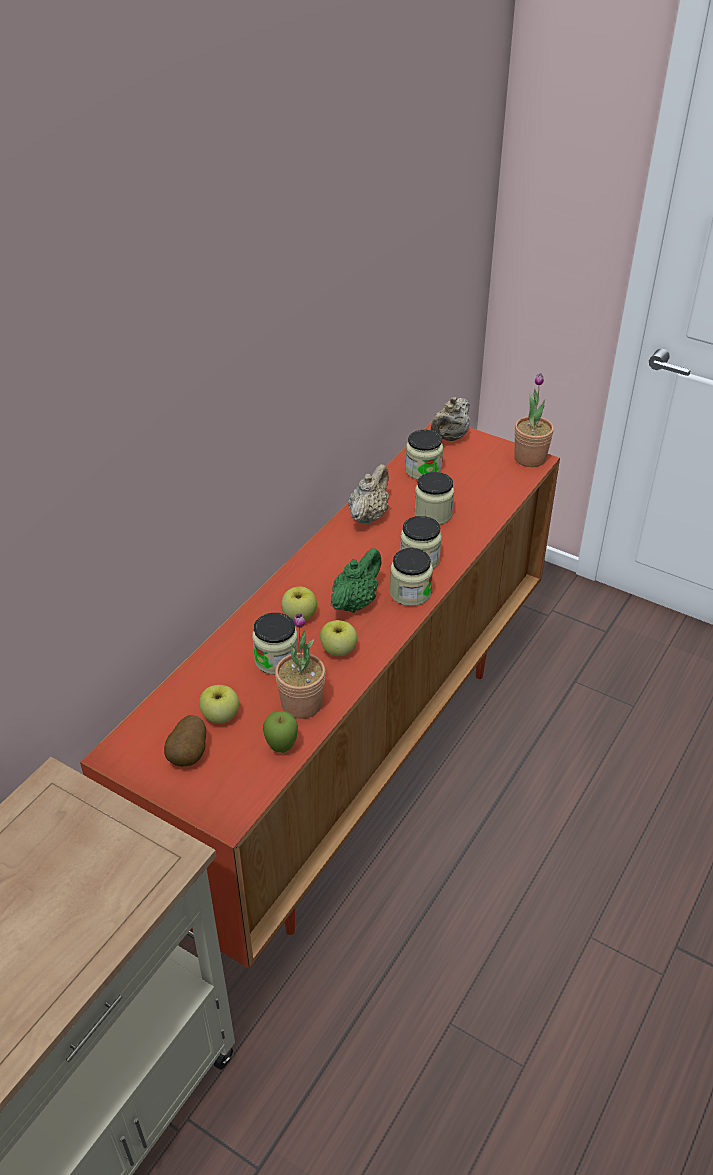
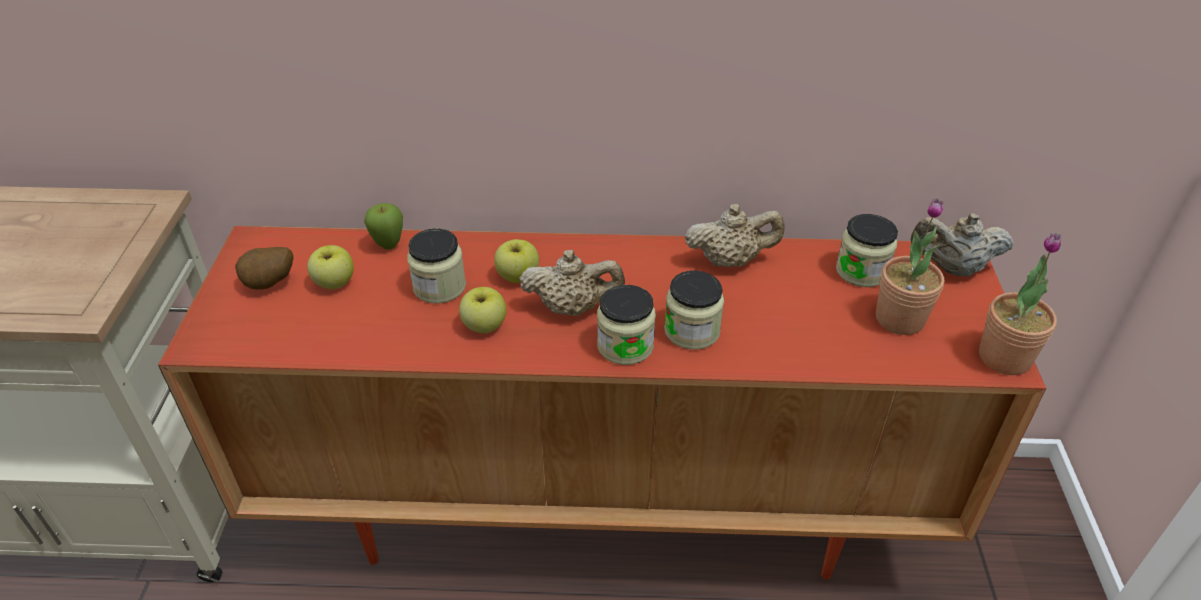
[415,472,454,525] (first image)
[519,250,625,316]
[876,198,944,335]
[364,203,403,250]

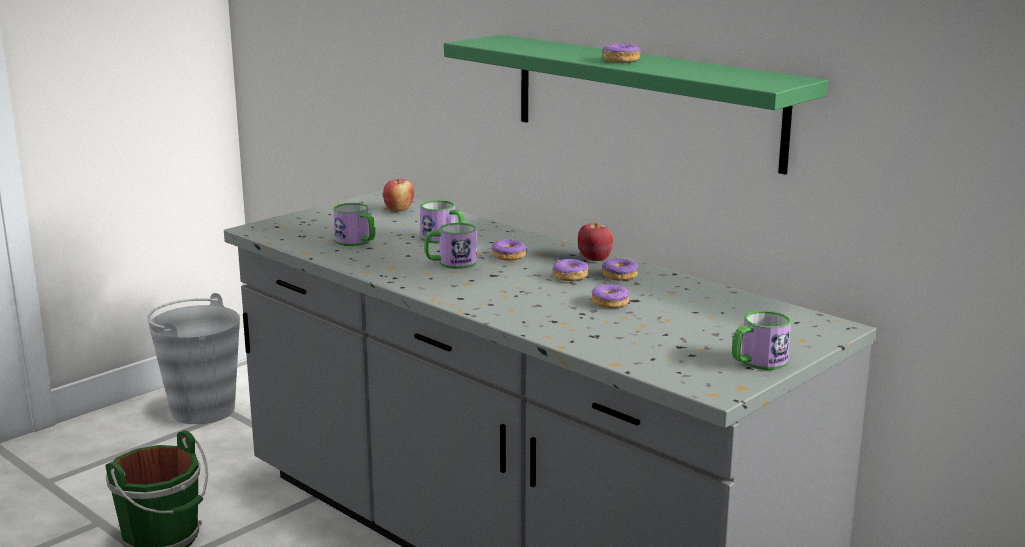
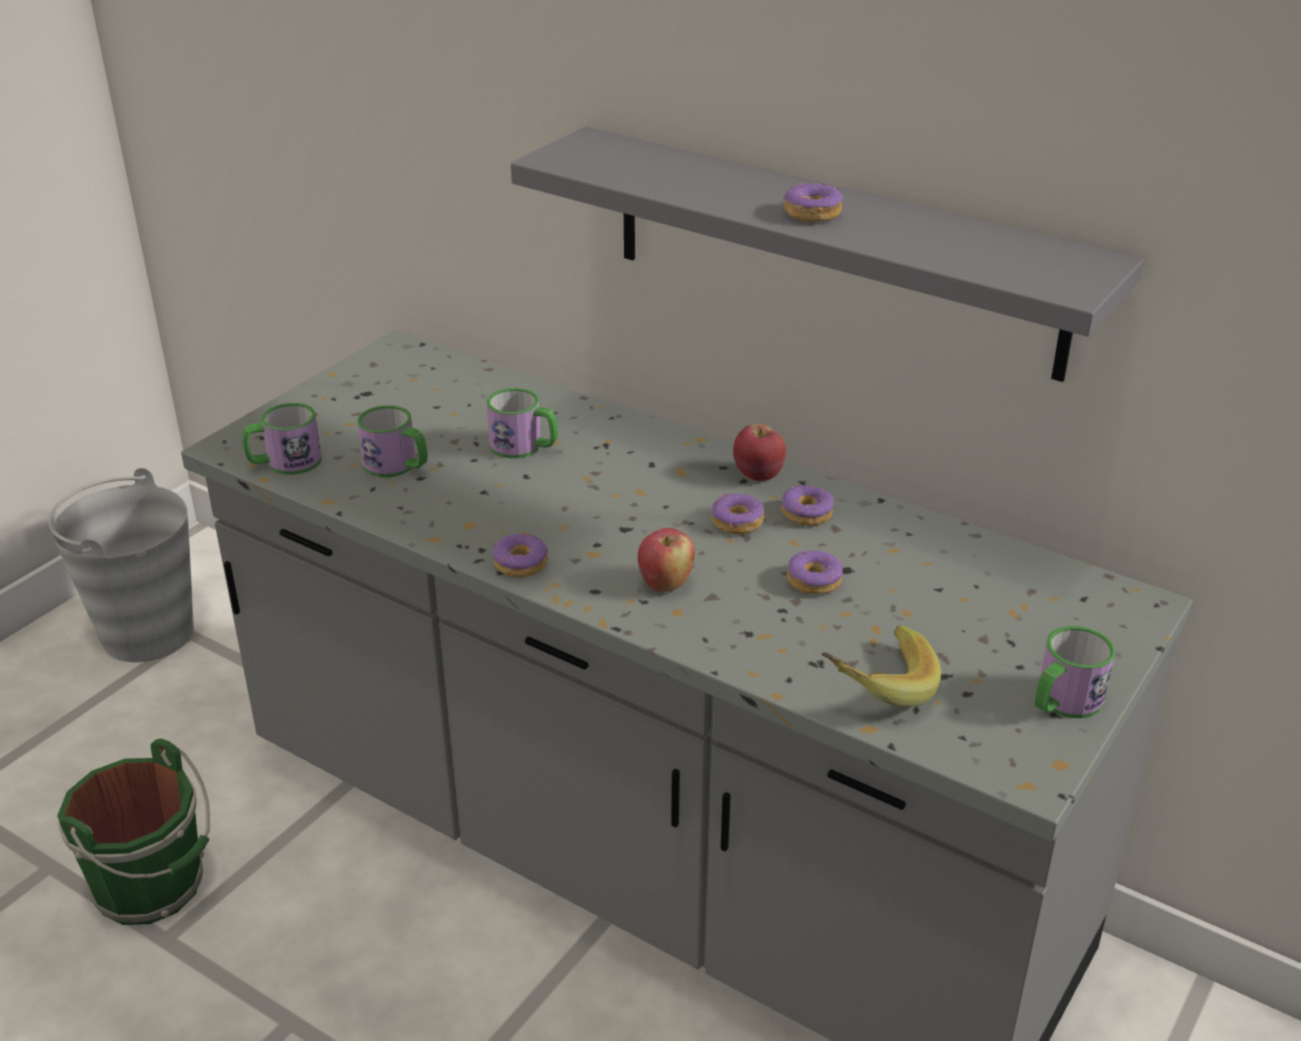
[511,127,1144,382]
[638,528,694,592]
[242,403,322,475]
[492,534,549,577]
[822,625,941,707]

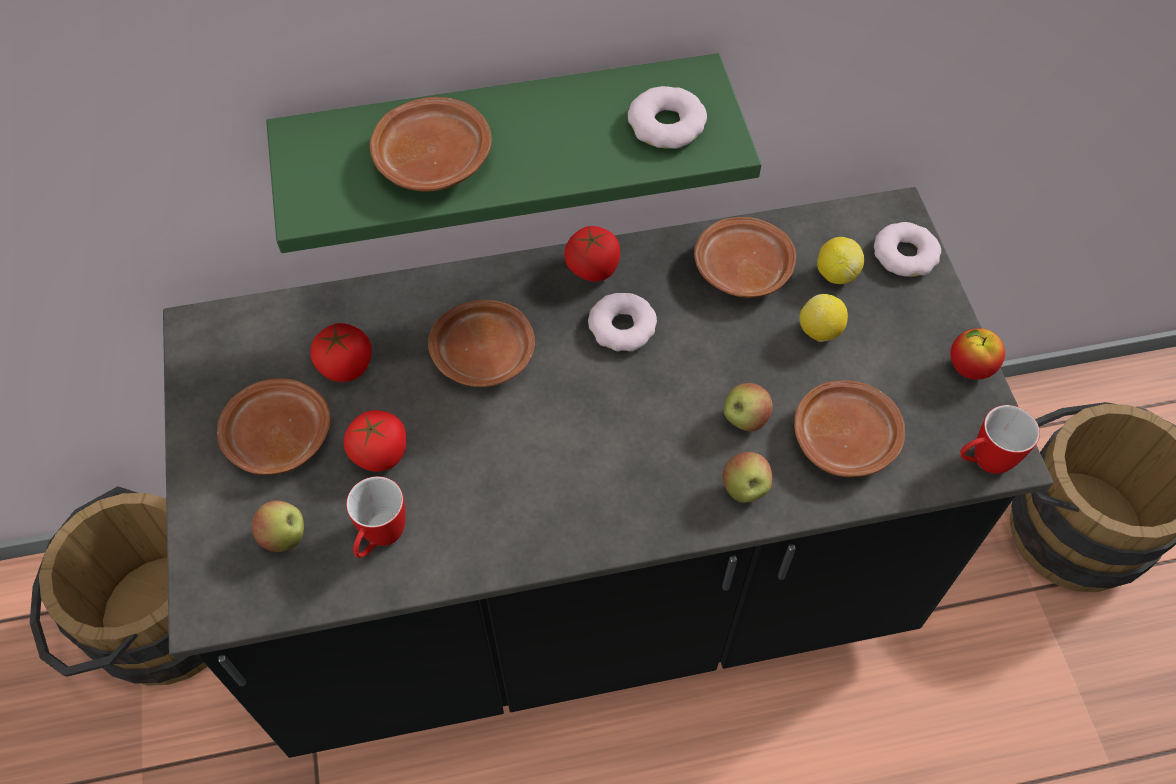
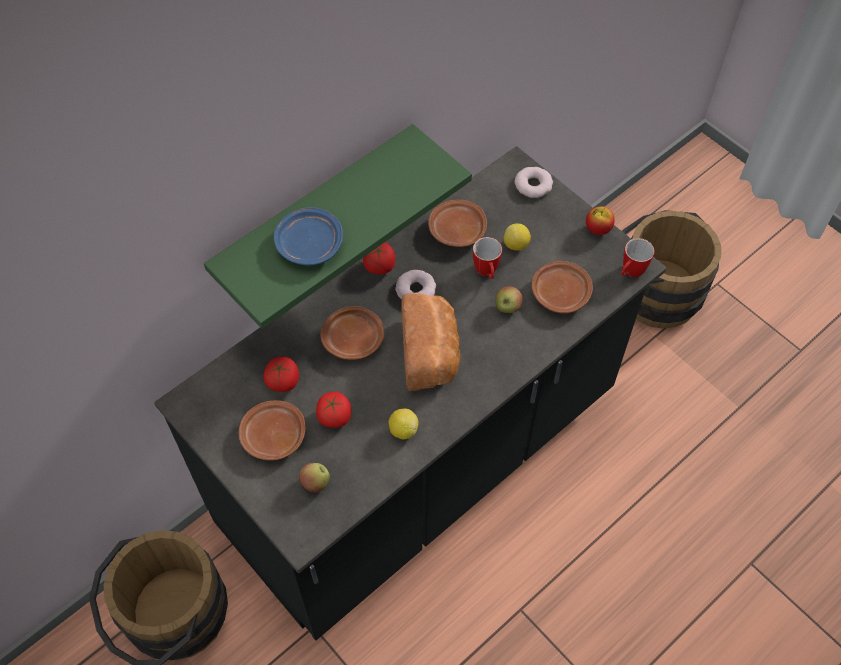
[628,86,707,149] (first image)
[274,207,343,266]
[388,408,418,440]
[722,452,772,503] (first image)
[473,237,502,279]
[401,293,460,391]

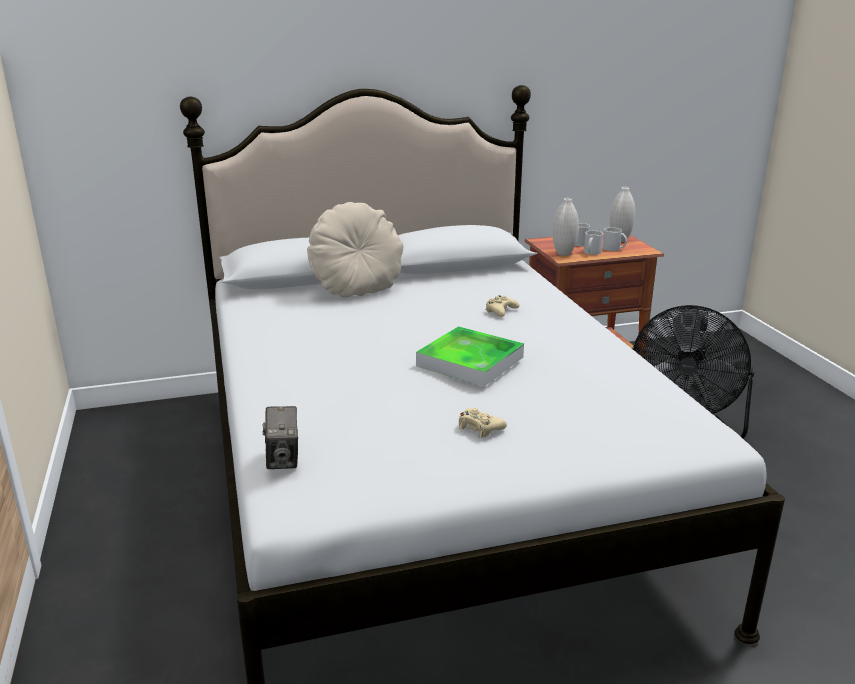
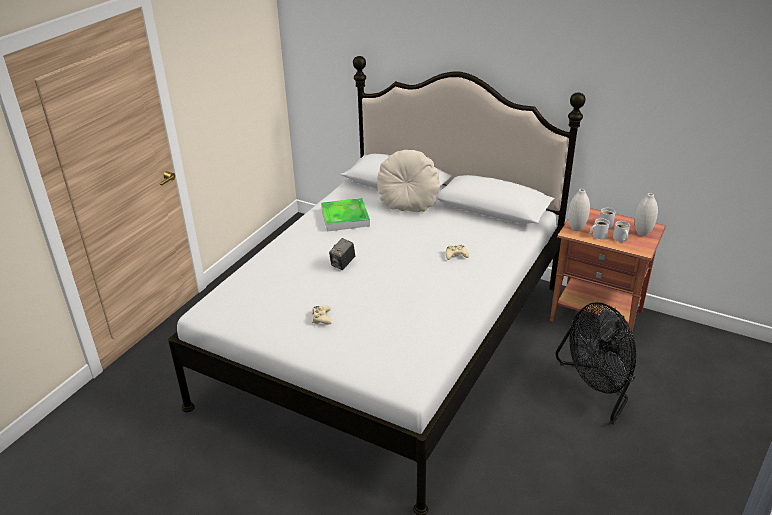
[321,198,370,232]
[329,238,355,270]

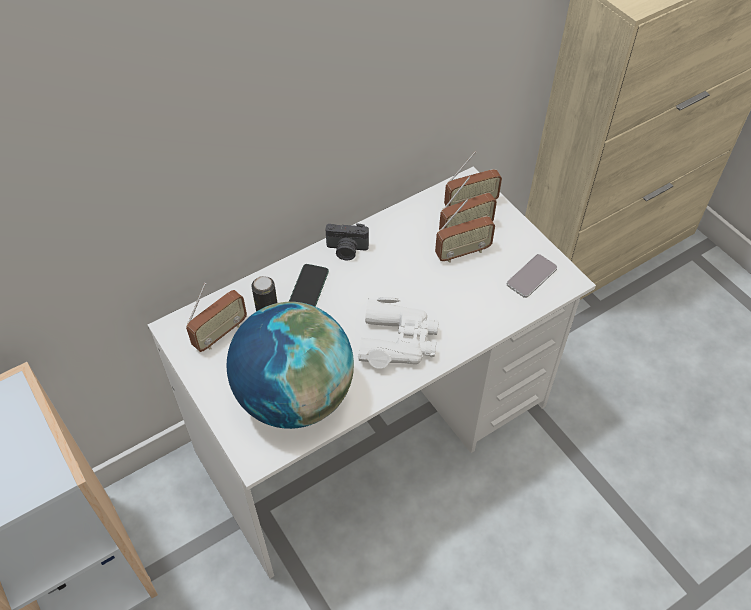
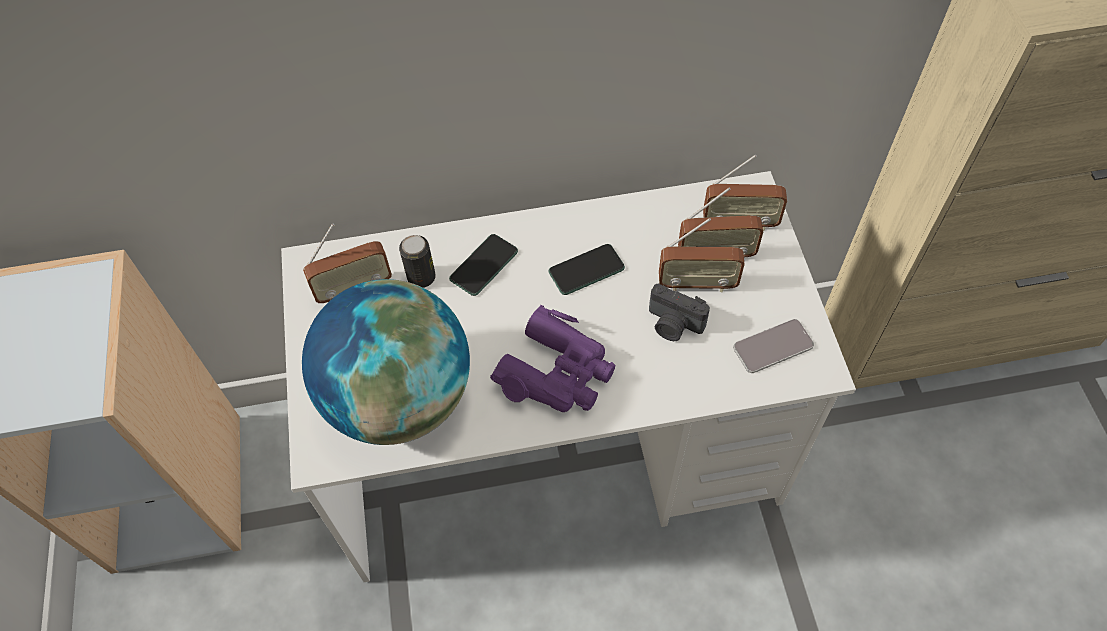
[649,284,710,341]
[490,305,615,412]
[548,244,625,295]

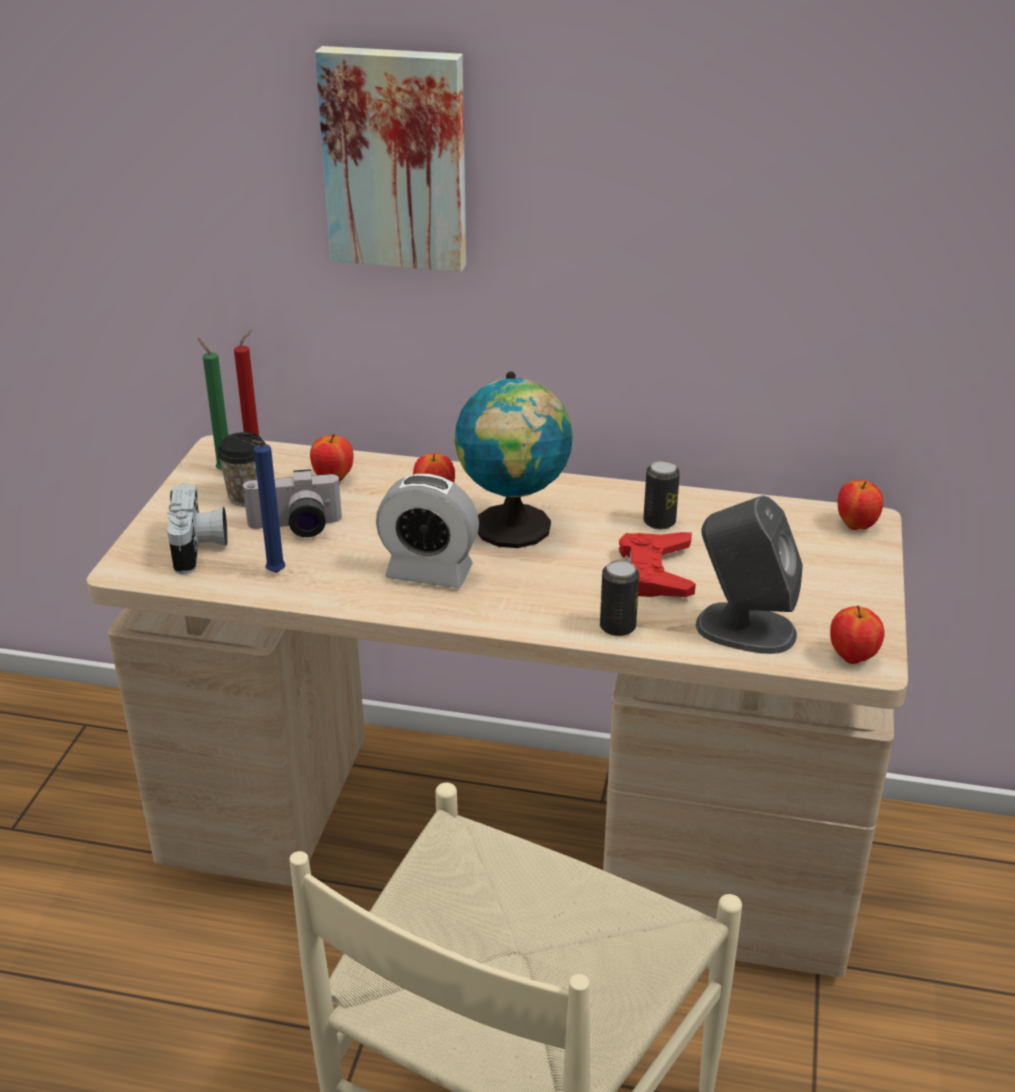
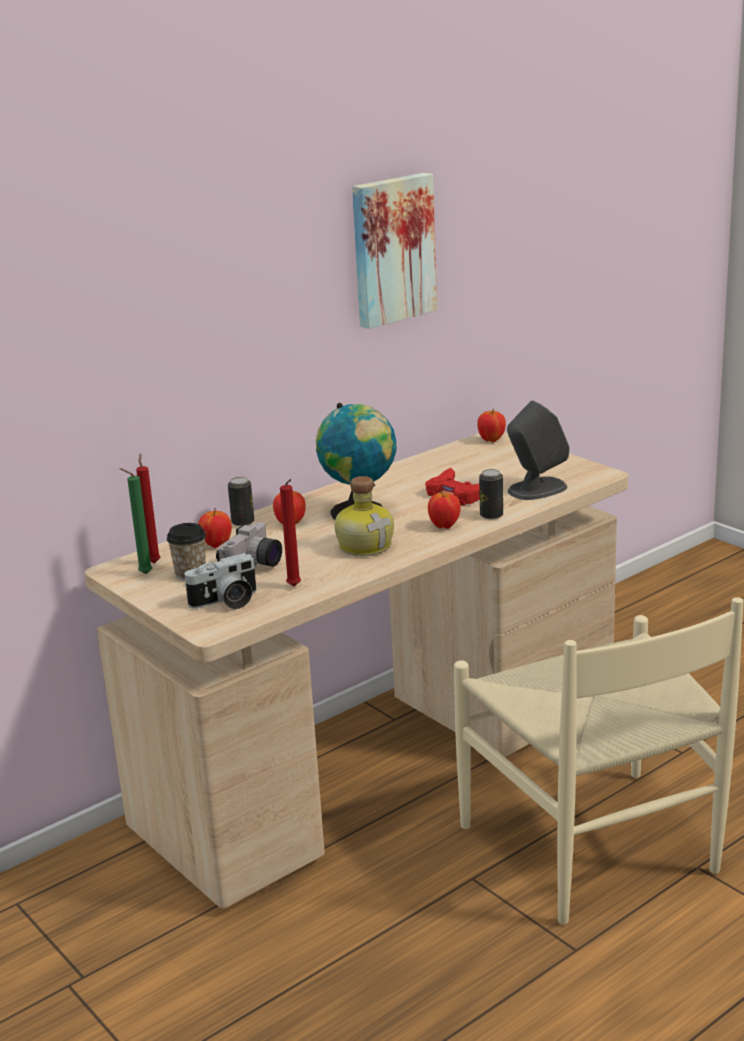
[352,173,437,329]
[280,479,301,586]
[228,477,254,526]
[334,476,394,556]
[184,553,257,609]
[428,491,460,529]

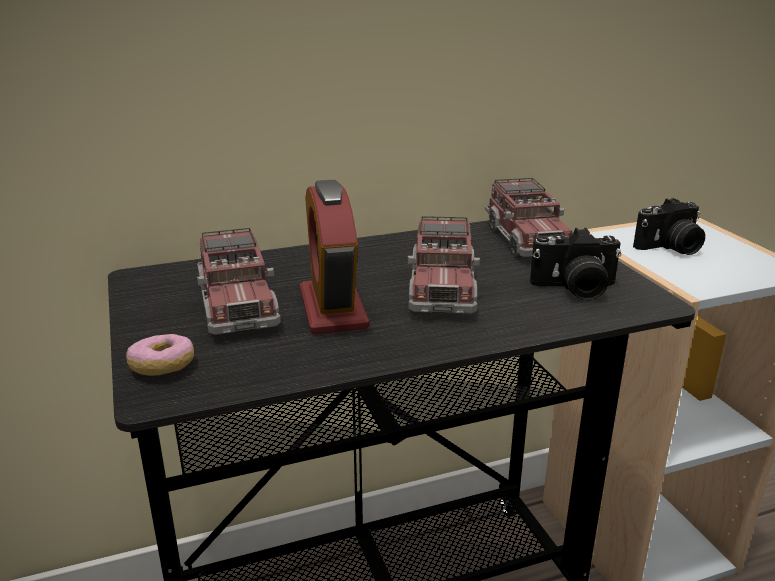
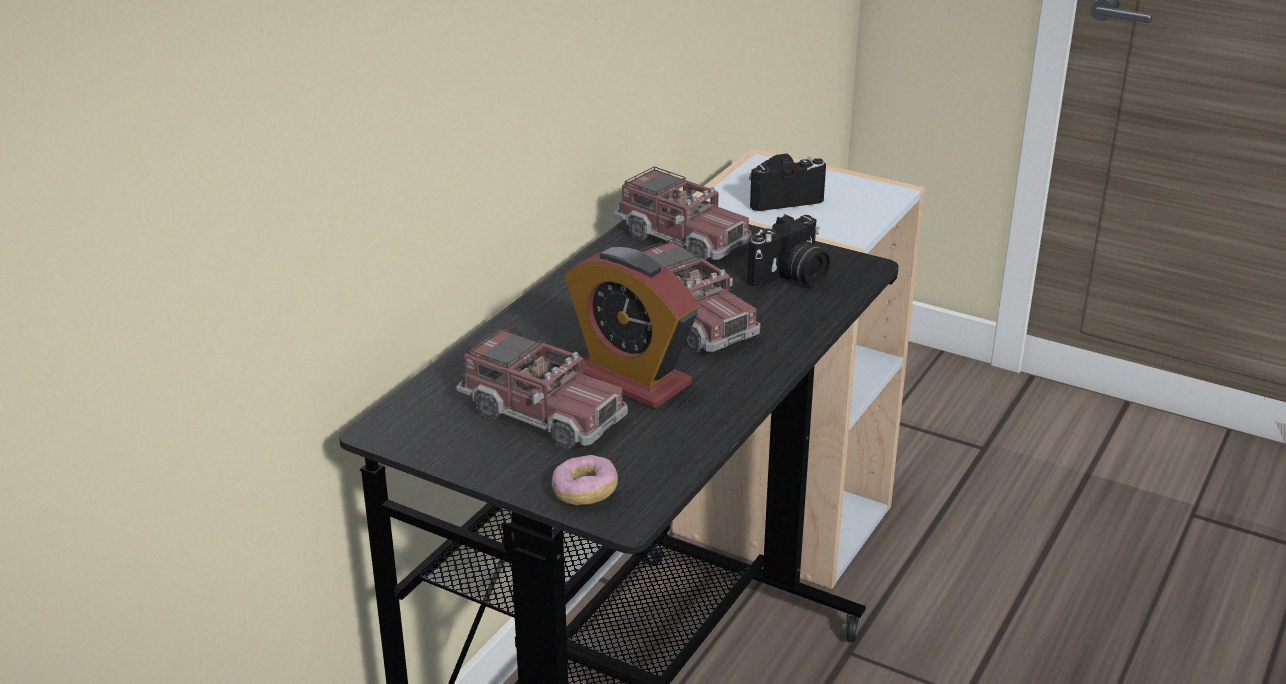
[749,154,826,211]

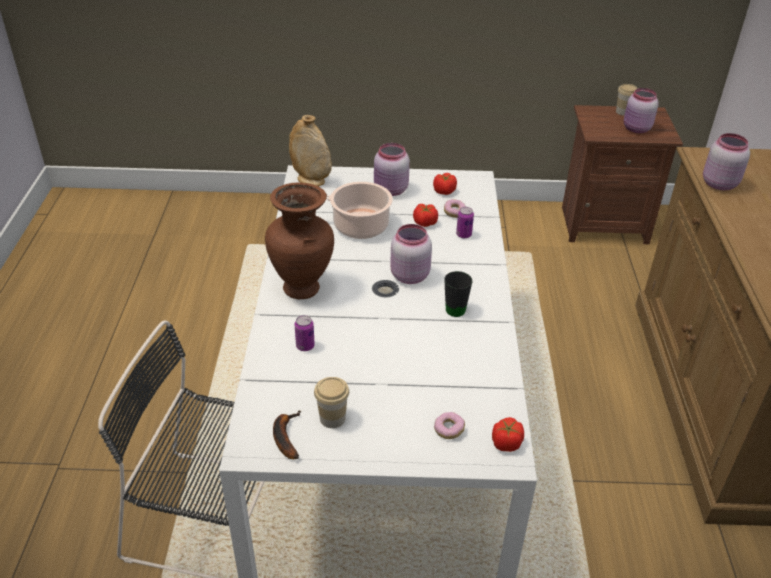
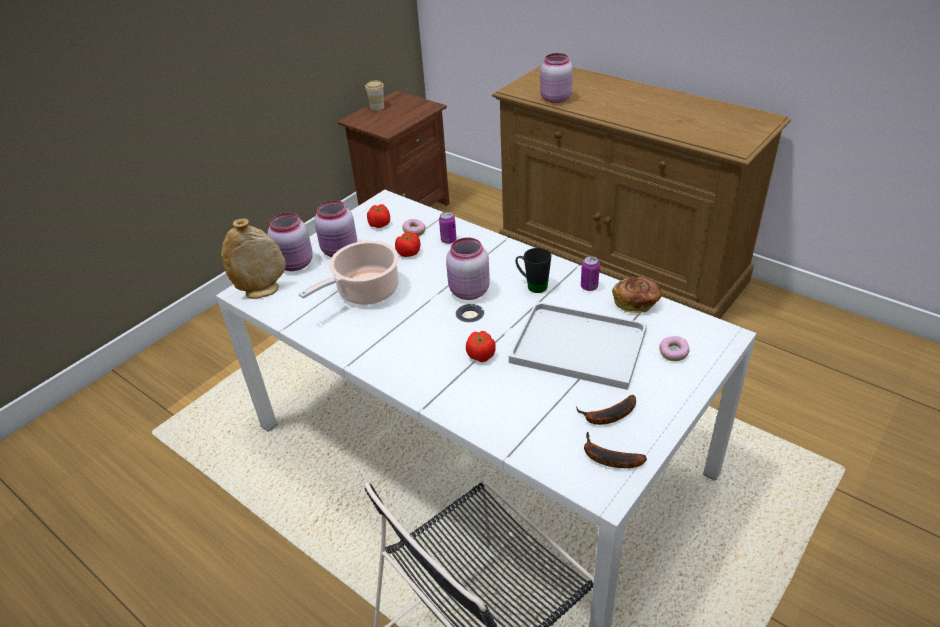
[267,213,313,271]
[265,183,334,299] (first image)
[581,256,600,291]
[576,395,636,425]
[466,331,496,362]
[612,277,662,314]
[509,301,647,390]

